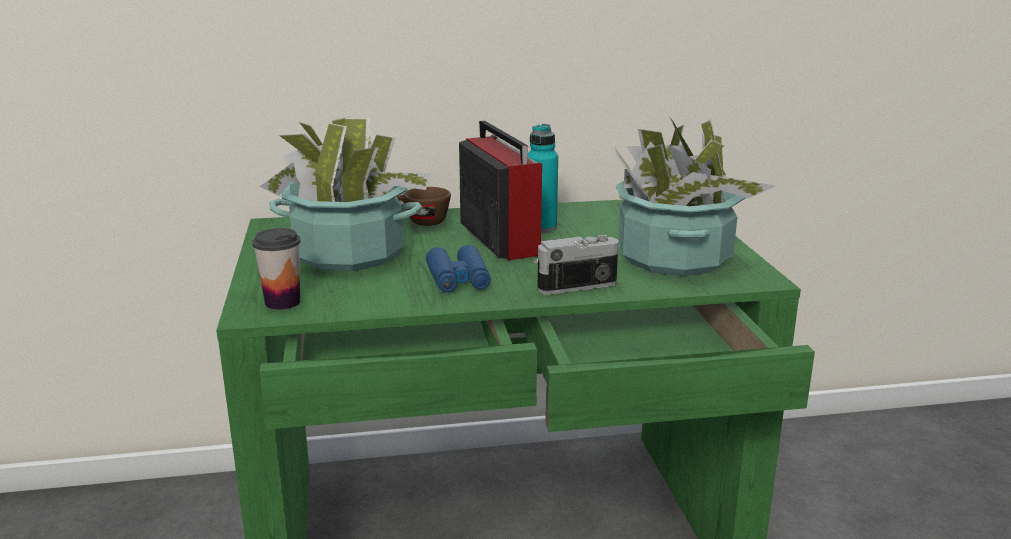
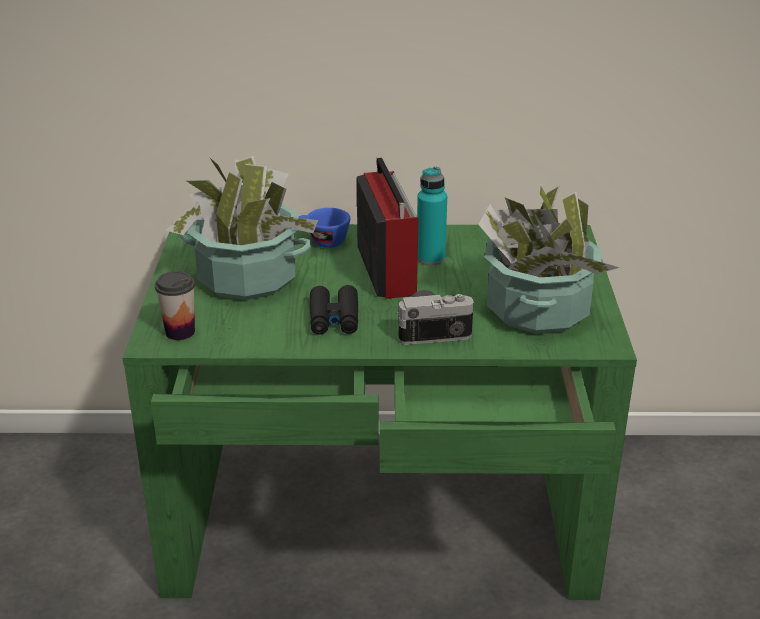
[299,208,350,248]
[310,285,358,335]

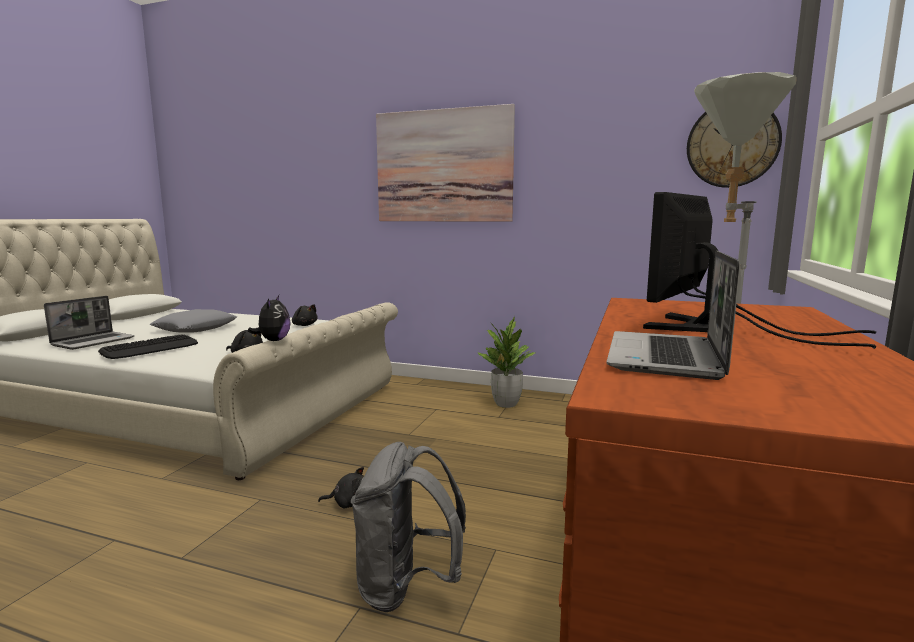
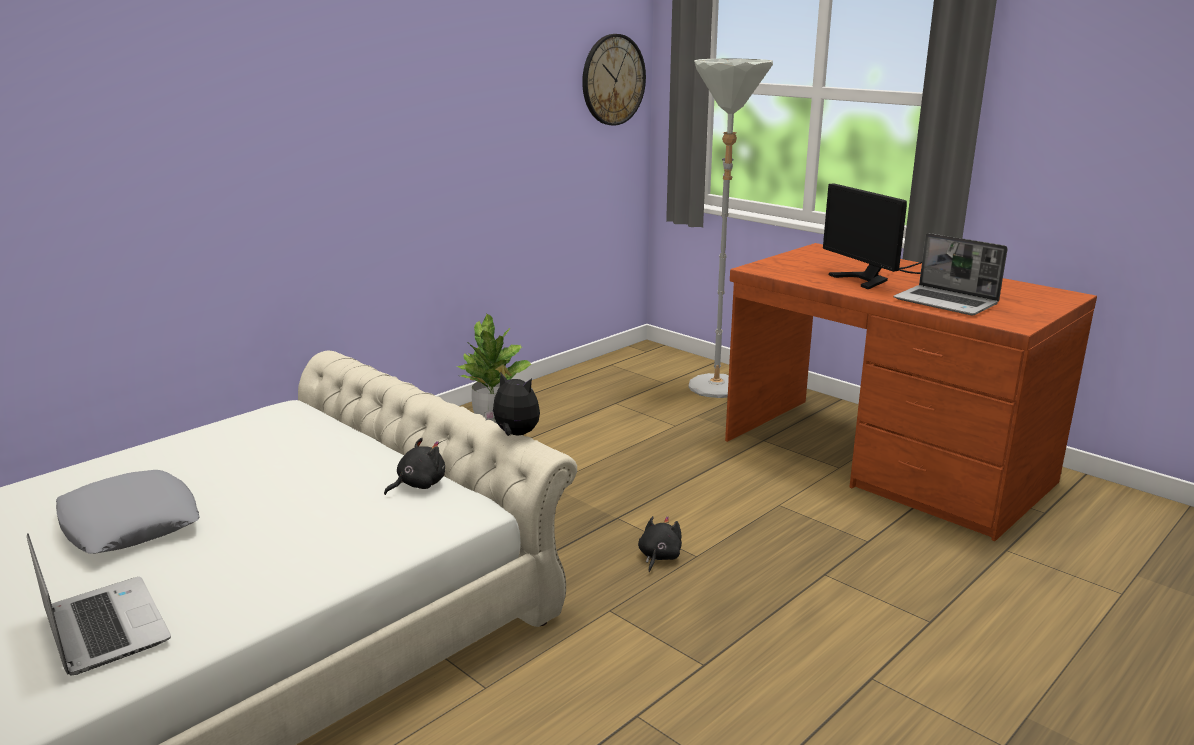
[376,104,515,222] (first image)
[292,304,318,326] (first image)
[98,335,198,359] (first image)
[351,442,466,612] (first image)

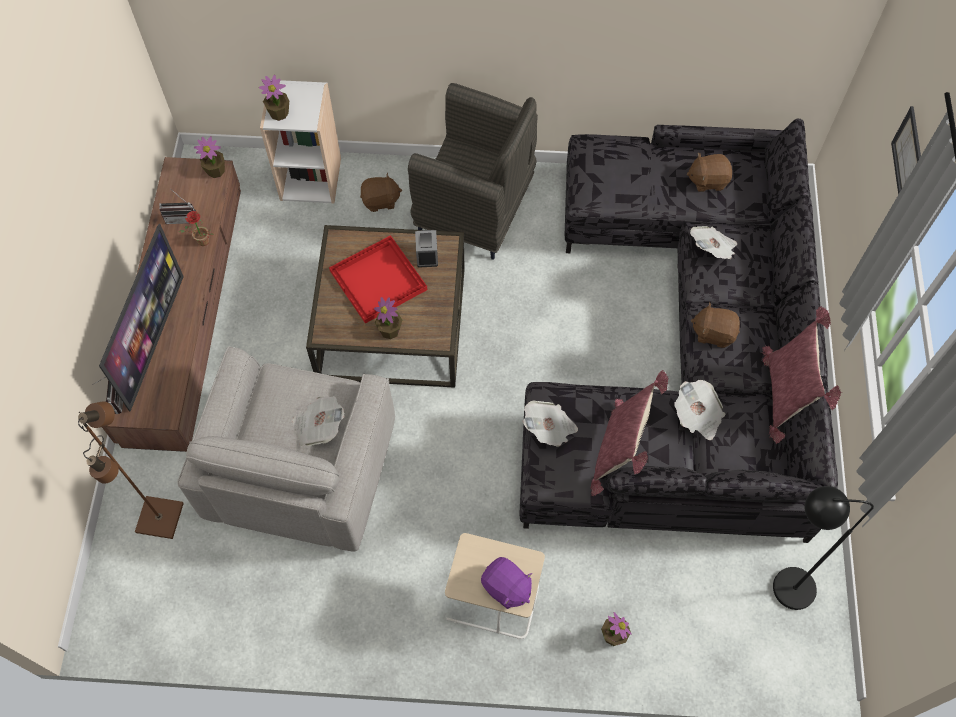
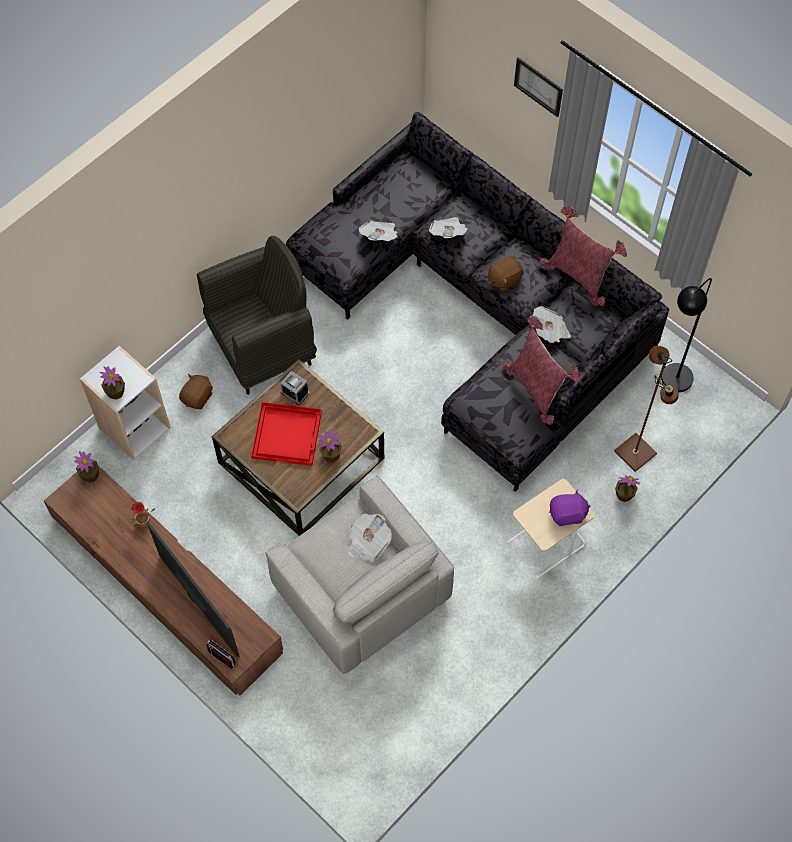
[687,152,732,192] (first image)
[159,190,197,224] (first image)
[359,221,398,241]
[614,346,678,472]

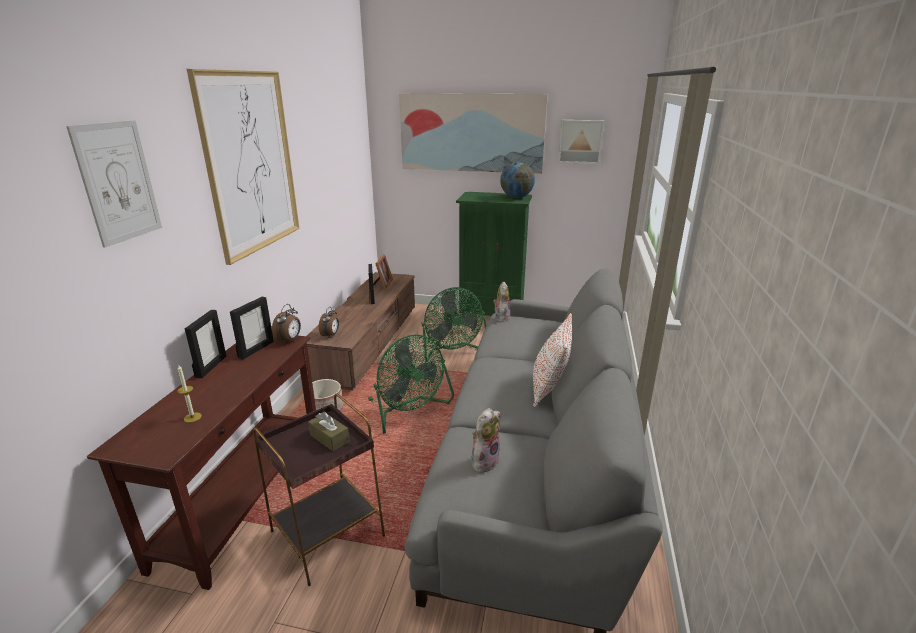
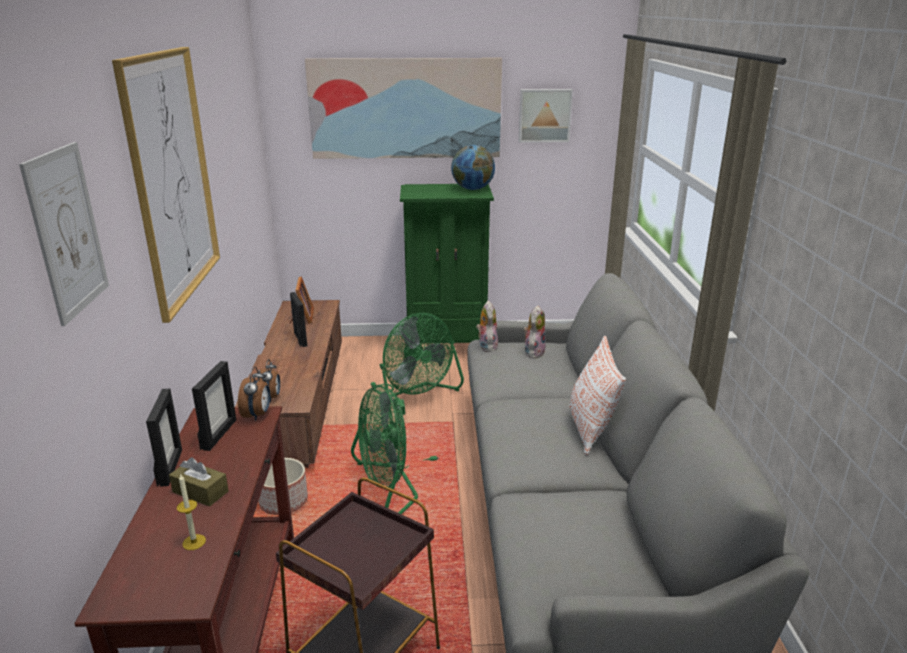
[351,385,439,514]
[523,305,545,359]
[169,457,229,506]

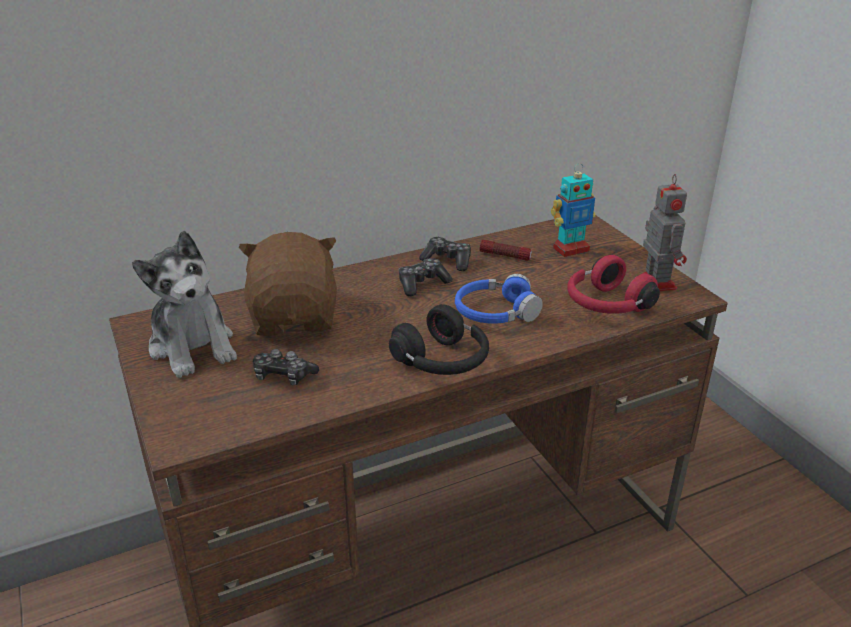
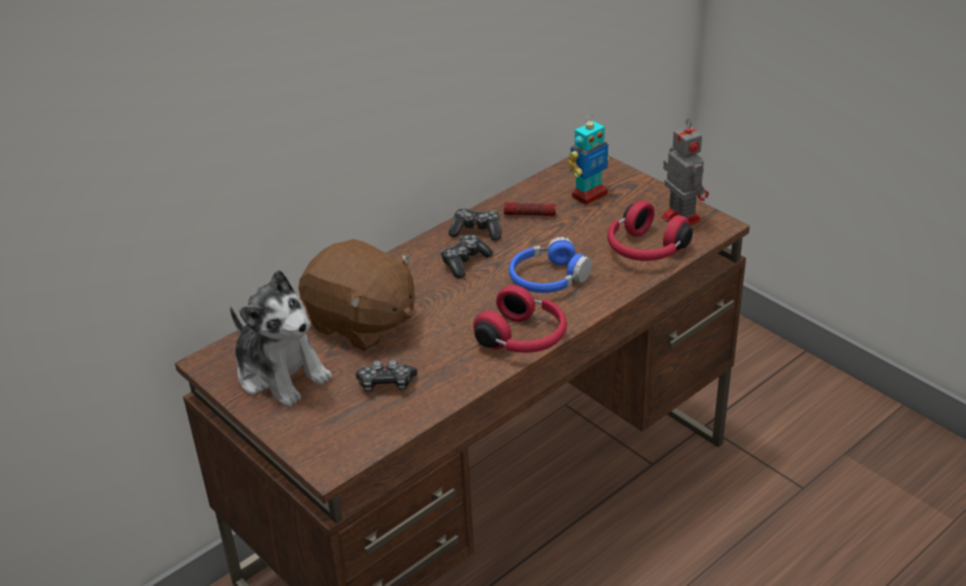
[299,239,415,351]
[473,285,567,353]

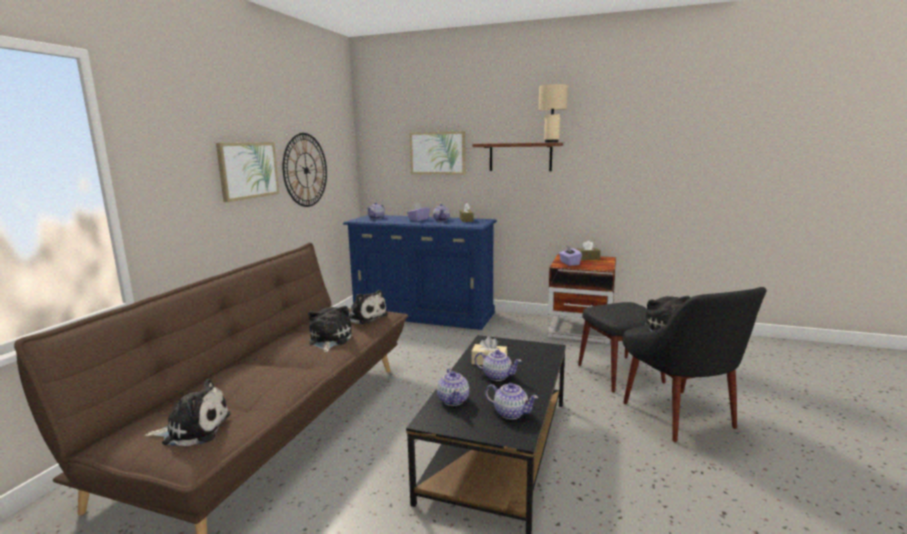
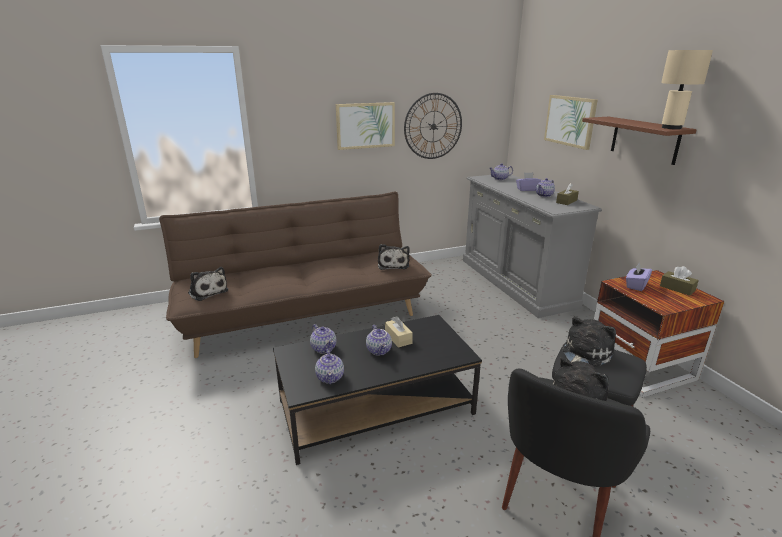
[463,174,602,318]
[562,317,616,367]
[310,324,336,354]

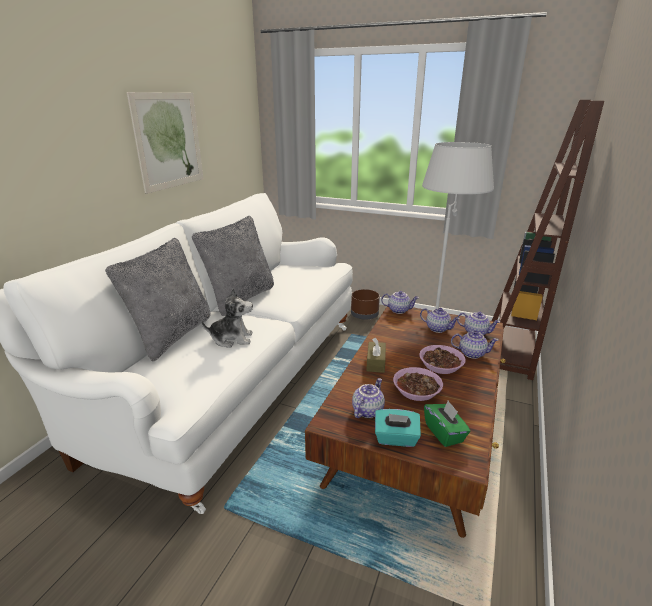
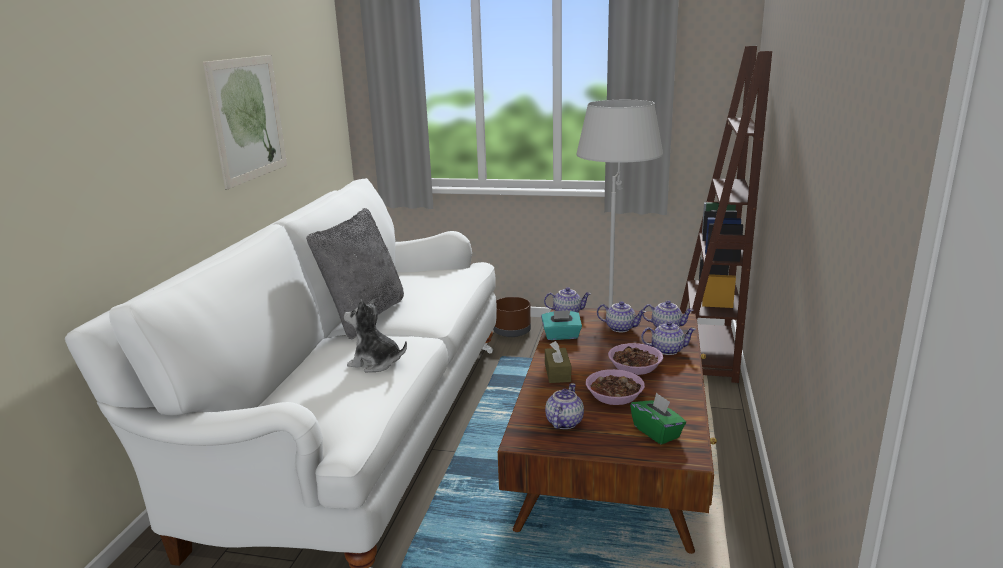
[105,238,211,361] (first image)
[344,299,407,372]
[541,310,582,340]

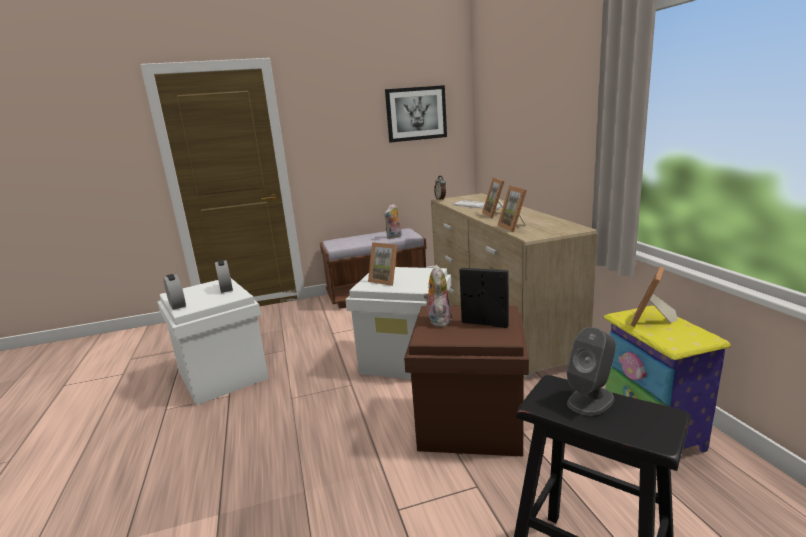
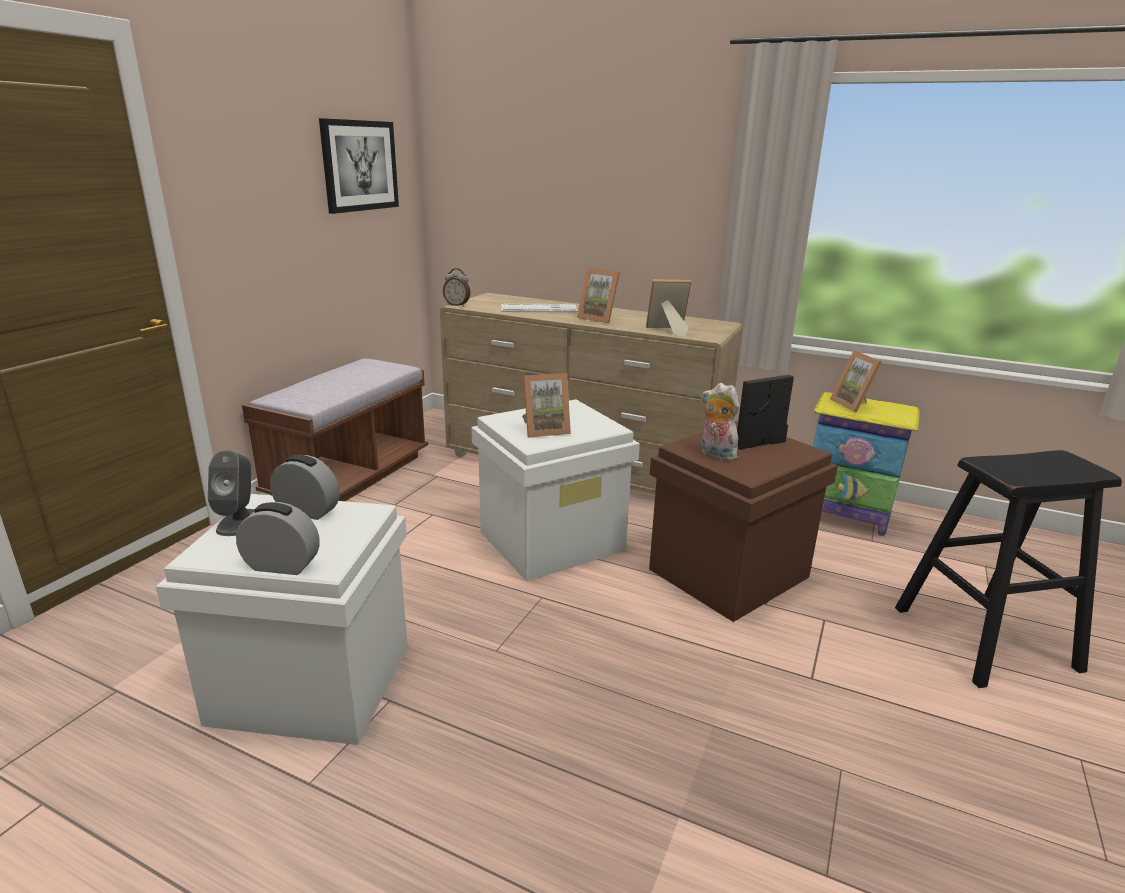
[646,279,691,336]
[384,204,402,239] (first image)
[208,450,254,536]

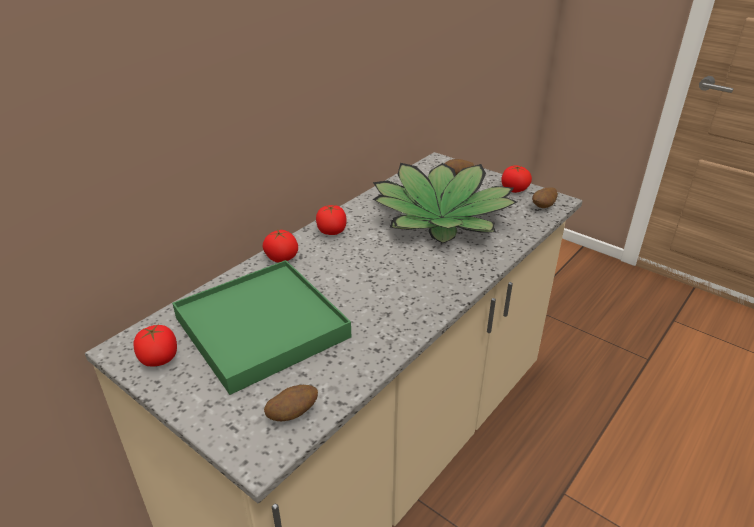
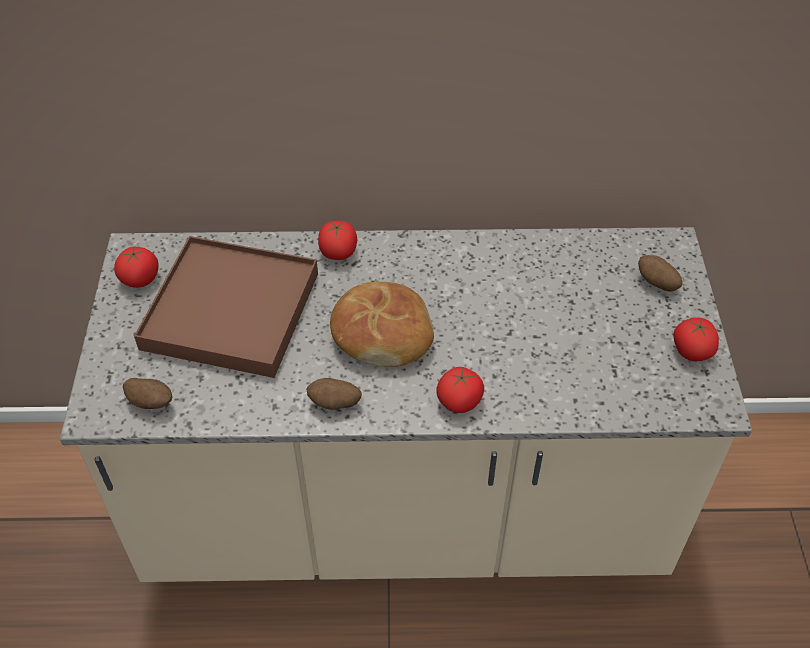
[373,163,517,244] (first image)
[306,378,362,410]
[437,367,484,413]
[134,236,318,378]
[330,282,434,367]

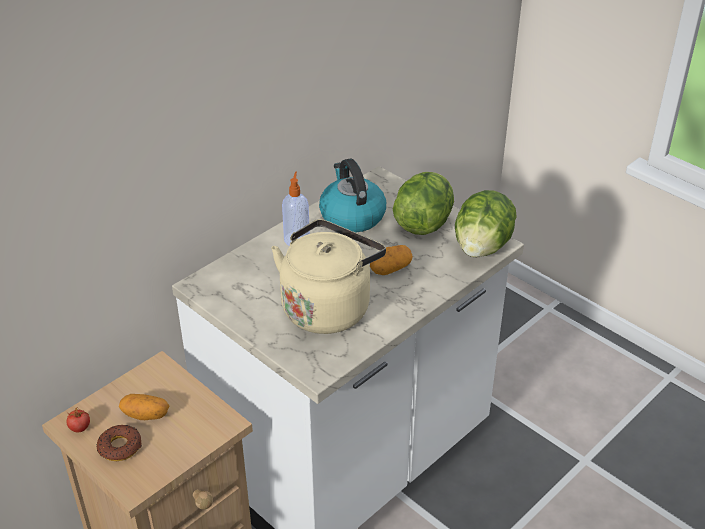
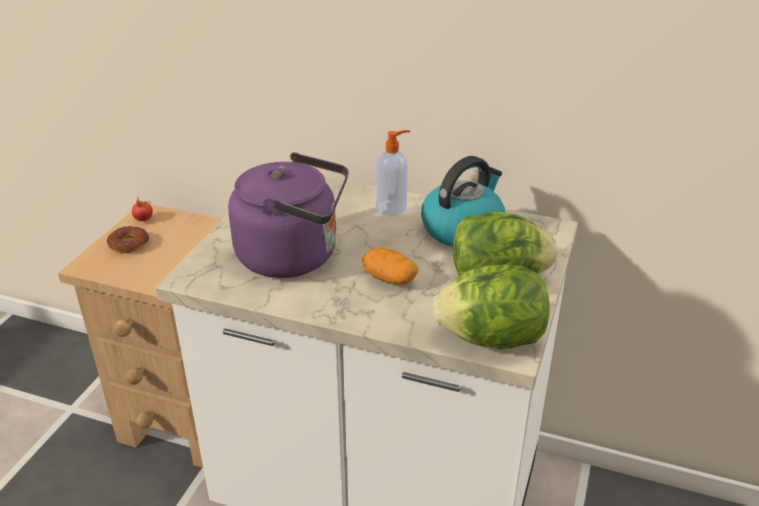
[228,152,349,278]
[119,394,169,420] (first image)

